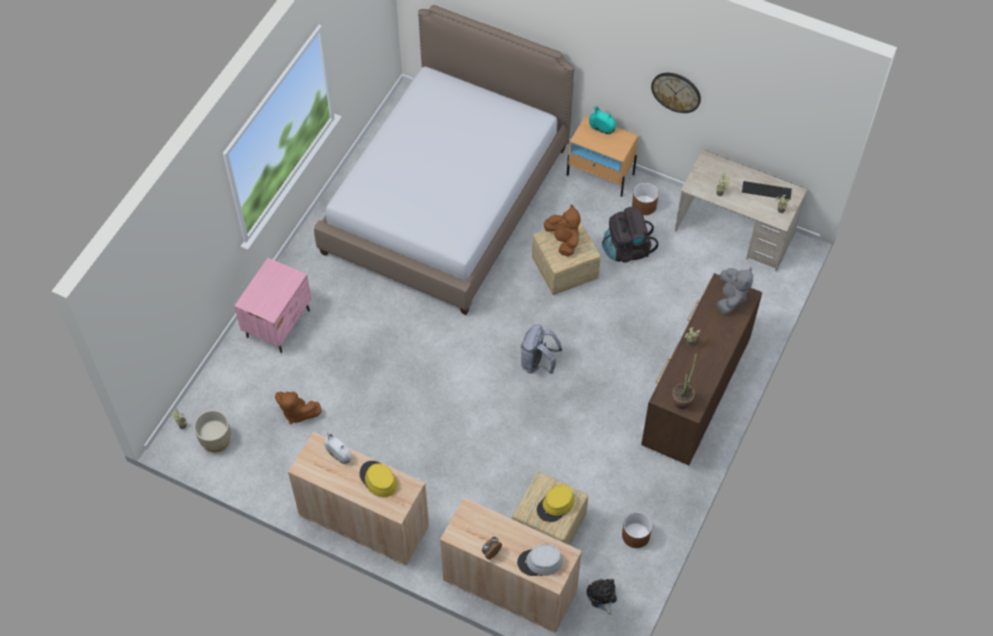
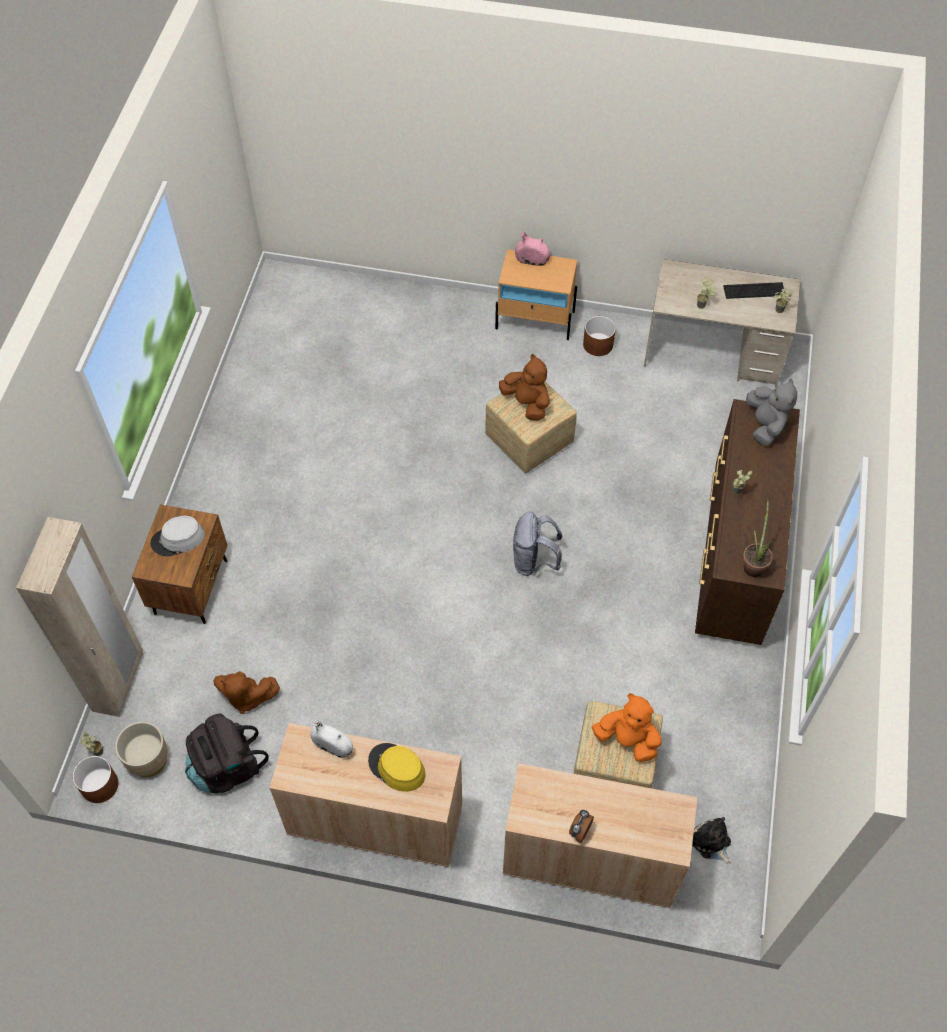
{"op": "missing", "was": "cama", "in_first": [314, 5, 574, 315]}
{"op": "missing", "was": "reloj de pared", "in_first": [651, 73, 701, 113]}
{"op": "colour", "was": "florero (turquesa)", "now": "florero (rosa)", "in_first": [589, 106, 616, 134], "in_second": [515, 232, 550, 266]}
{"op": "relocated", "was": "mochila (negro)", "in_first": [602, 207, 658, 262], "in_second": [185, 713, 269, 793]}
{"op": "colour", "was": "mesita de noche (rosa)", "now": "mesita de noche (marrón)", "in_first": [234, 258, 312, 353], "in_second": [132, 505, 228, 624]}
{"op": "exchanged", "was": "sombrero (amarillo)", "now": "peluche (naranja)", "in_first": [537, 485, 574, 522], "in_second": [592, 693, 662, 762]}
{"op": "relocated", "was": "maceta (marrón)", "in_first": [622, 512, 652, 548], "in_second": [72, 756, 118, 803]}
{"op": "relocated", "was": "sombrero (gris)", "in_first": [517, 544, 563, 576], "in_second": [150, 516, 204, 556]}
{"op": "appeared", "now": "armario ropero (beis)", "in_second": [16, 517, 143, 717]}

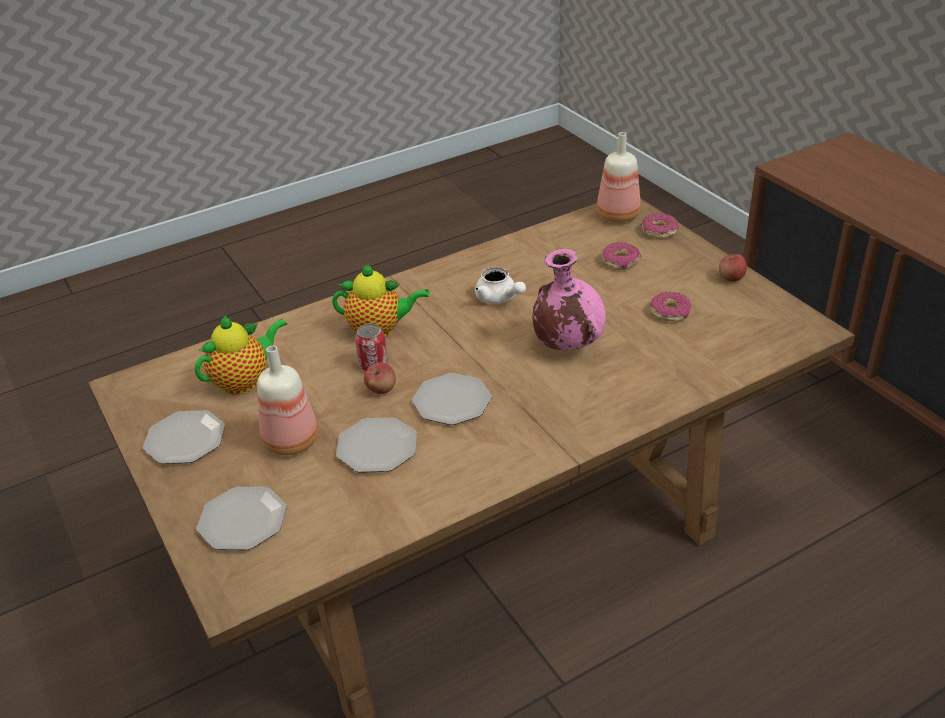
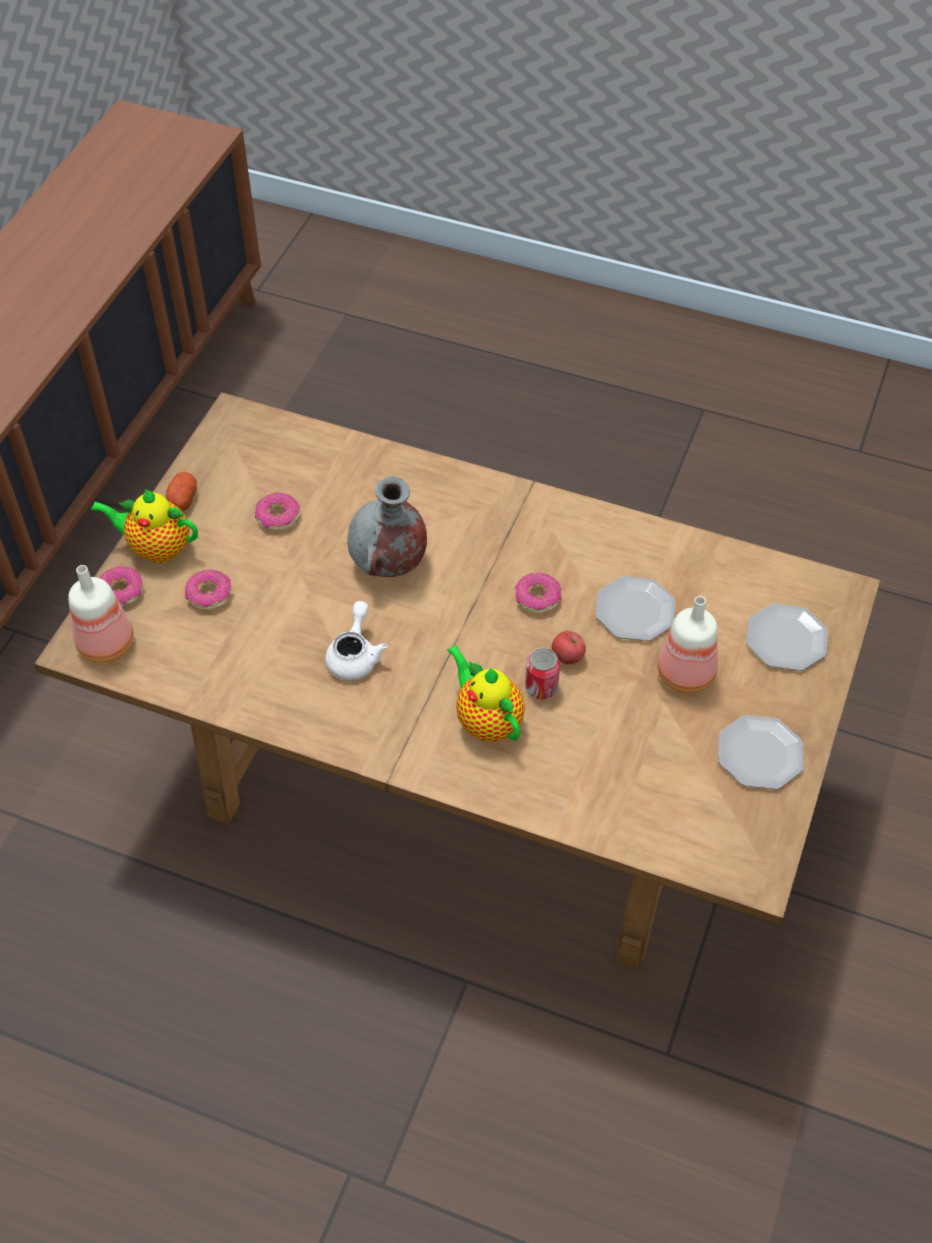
{"op": "colour", "was": "florero (rosa)", "now": "florero (gris)", "in_first": [533, 249, 606, 350], "in_second": [347, 476, 427, 577]}
{"op": "exchanged", "was": "manzana", "now": "patata", "in_first": [719, 254, 747, 282], "in_second": [166, 472, 197, 511]}
{"op": "relocated", "was": "tetera", "in_first": [195, 314, 287, 394], "in_second": [90, 489, 198, 563]}
{"op": "exchanged", "was": "plato", "now": "rosquilla", "in_first": [412, 373, 492, 425], "in_second": [515, 572, 561, 613]}

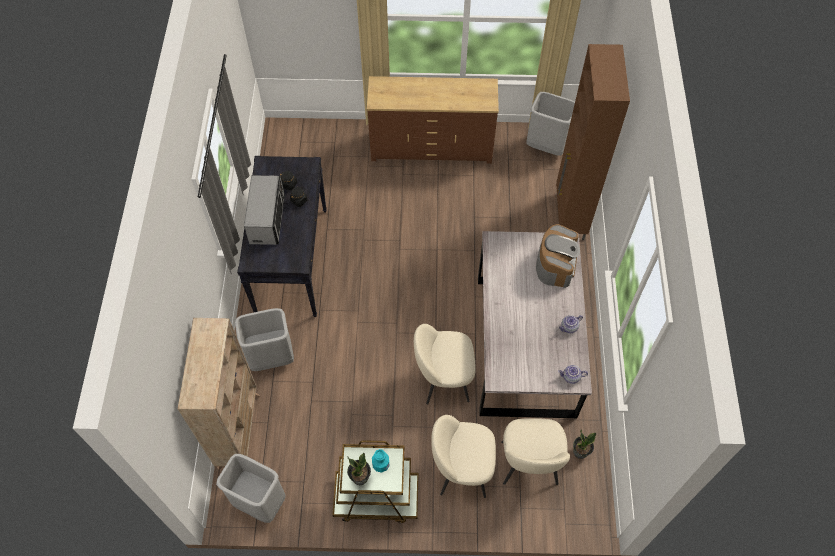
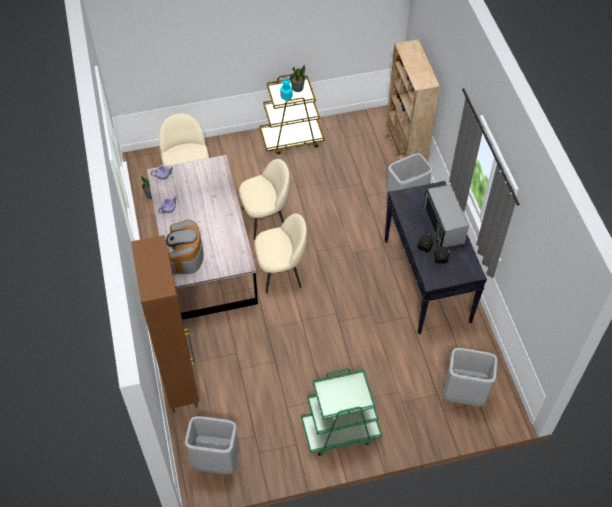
{"op": "exchanged", "was": "cómoda (marrón)", "now": "carrito (verde)", "in_first": [367, 76, 499, 164], "in_second": [301, 368, 382, 456]}
{"op": "relocated", "was": "silla (beis)", "in_first": [431, 415, 496, 498], "in_second": [255, 214, 307, 294]}
{"op": "relocated", "was": "papelera (gris)", "in_first": [216, 454, 286, 523], "in_second": [444, 348, 498, 406]}

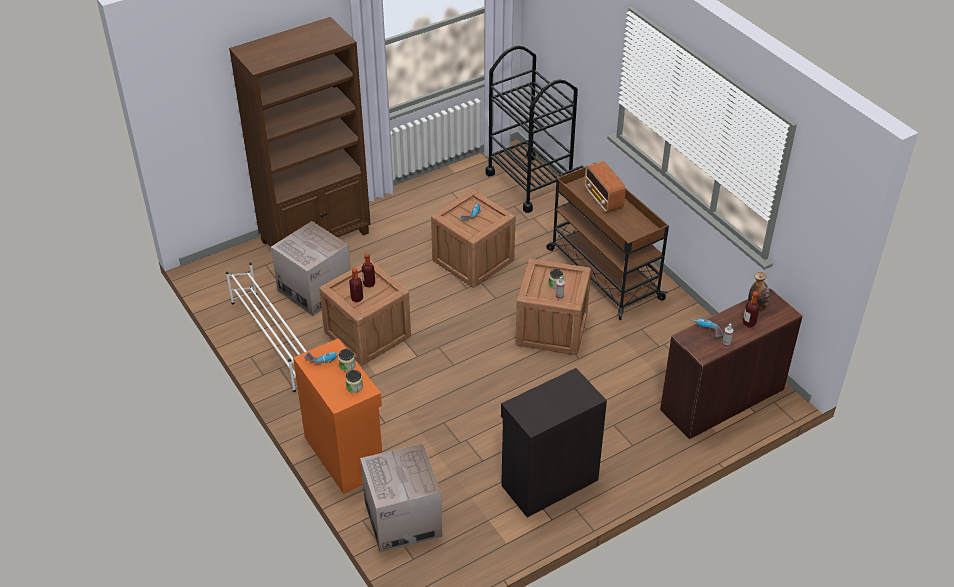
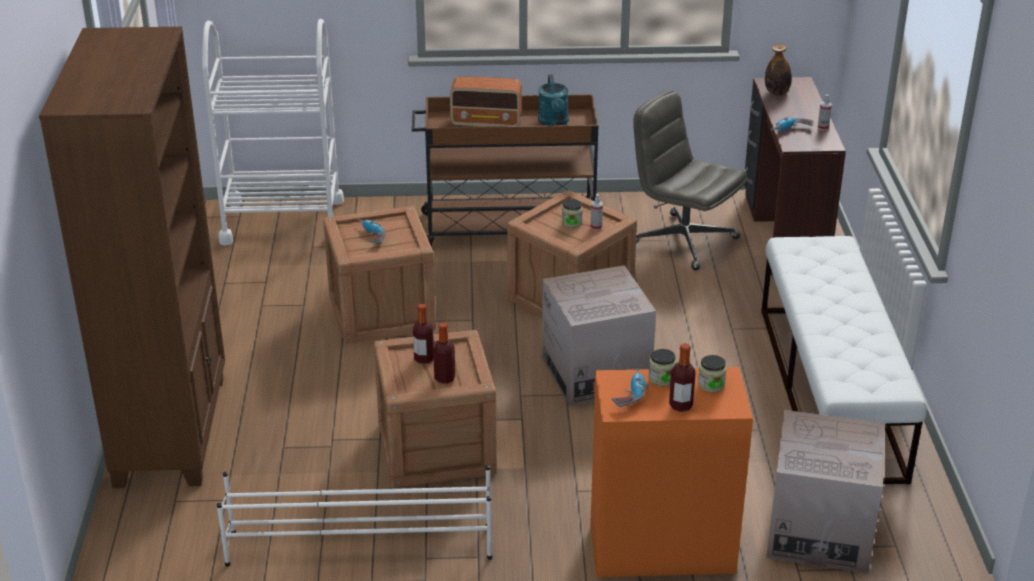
{"op": "colour", "was": "carrito (negro)", "now": "carrito (blanco)", "in_first": [486, 46, 578, 213], "in_second": [202, 19, 344, 246]}
{"op": "relocated", "was": "caja de cartón", "in_first": [271, 221, 351, 316], "in_second": [542, 265, 656, 407]}
{"op": "relocated", "was": "botella", "in_first": [743, 291, 760, 328], "in_second": [669, 343, 696, 412]}
{"op": "exchanged", "was": "armario (negro)", "now": "banco (blanco)", "in_first": [501, 368, 607, 517], "in_second": [761, 236, 927, 484]}
{"op": "appeared", "now": "regadera (turquesa)", "in_second": [538, 74, 569, 126]}
{"op": "appeared", "now": "silla de oficina (gris)", "in_second": [633, 90, 747, 270]}

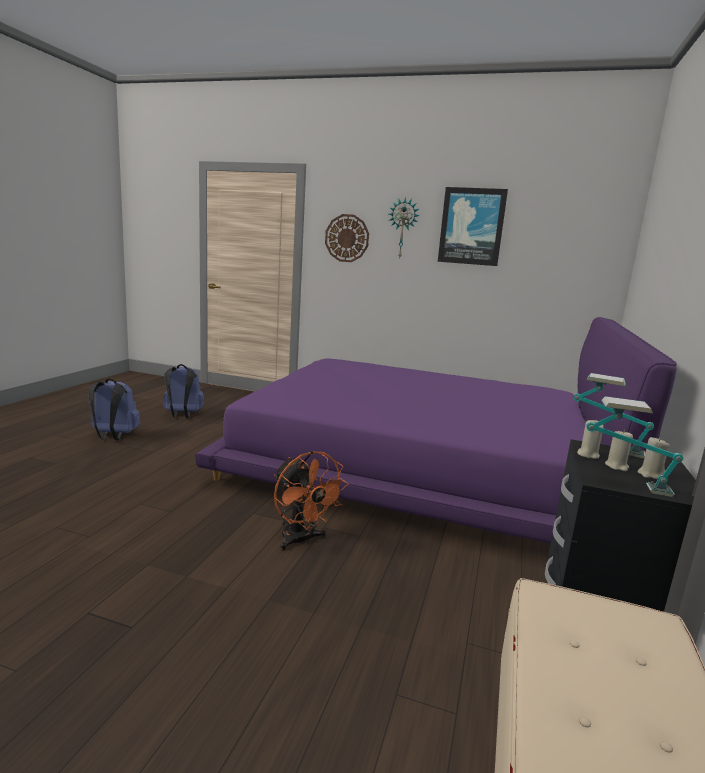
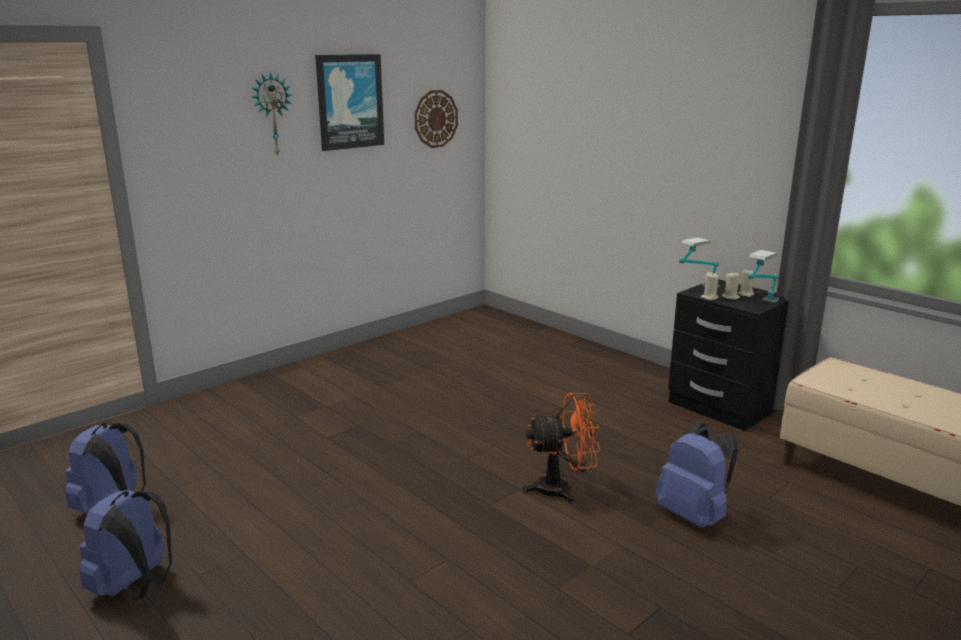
{"op": "relocated", "was": "reloj de pared", "in_first": [325, 214, 369, 262], "in_second": [414, 90, 458, 148]}
{"op": "missing", "was": "cama (morado)", "in_first": [195, 317, 677, 544]}
{"op": "appeared", "now": "mochila (azul)", "in_second": [656, 423, 738, 528]}

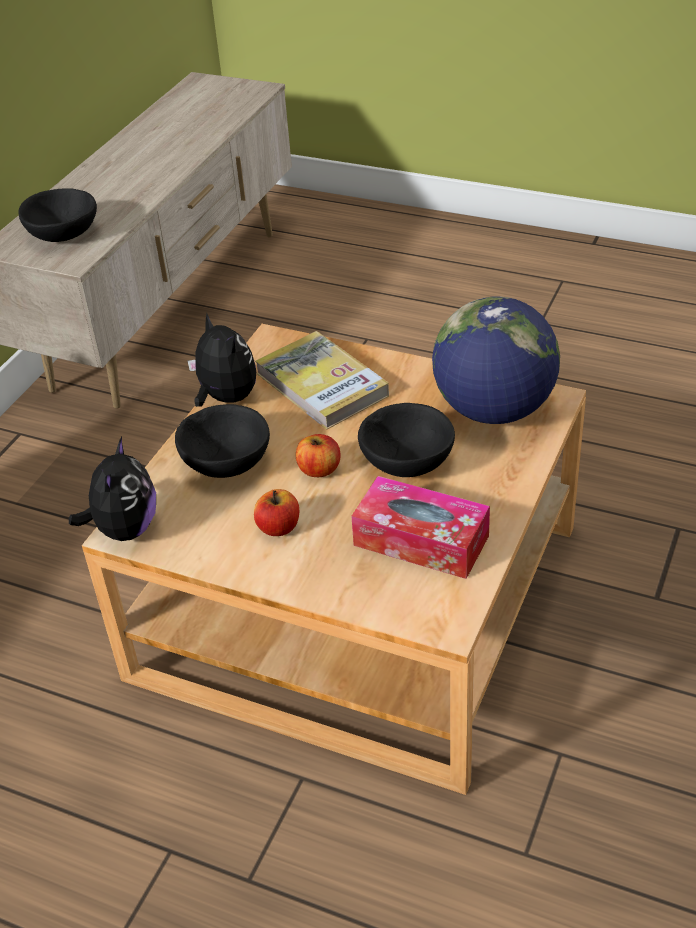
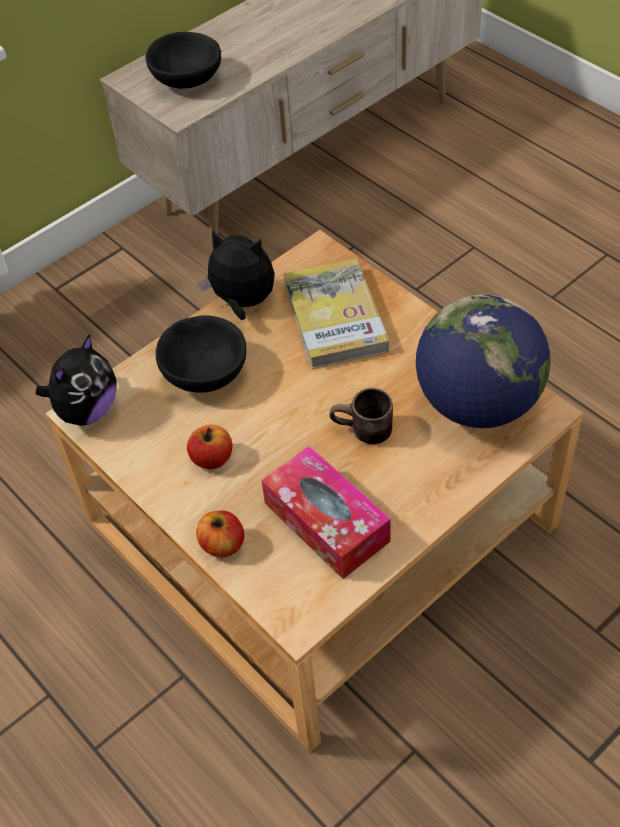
{"op": "spun", "was": "peluche", "in_first": [188, 314, 256, 407], "in_second": [197, 230, 275, 320], "clockwise": -60}
{"op": "exchanged", "was": "cuenco (negro)", "now": "taza grande (marrón)", "in_first": [358, 403, 455, 477], "in_second": [329, 388, 393, 444]}
{"op": "relocated", "was": "manzana", "in_first": [296, 434, 341, 477], "in_second": [196, 511, 244, 557]}

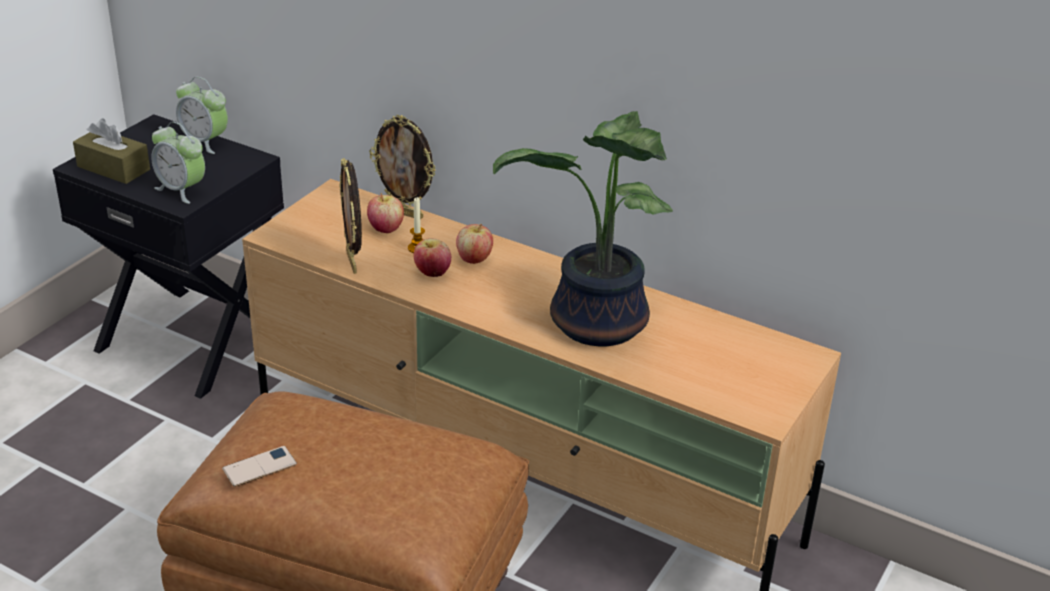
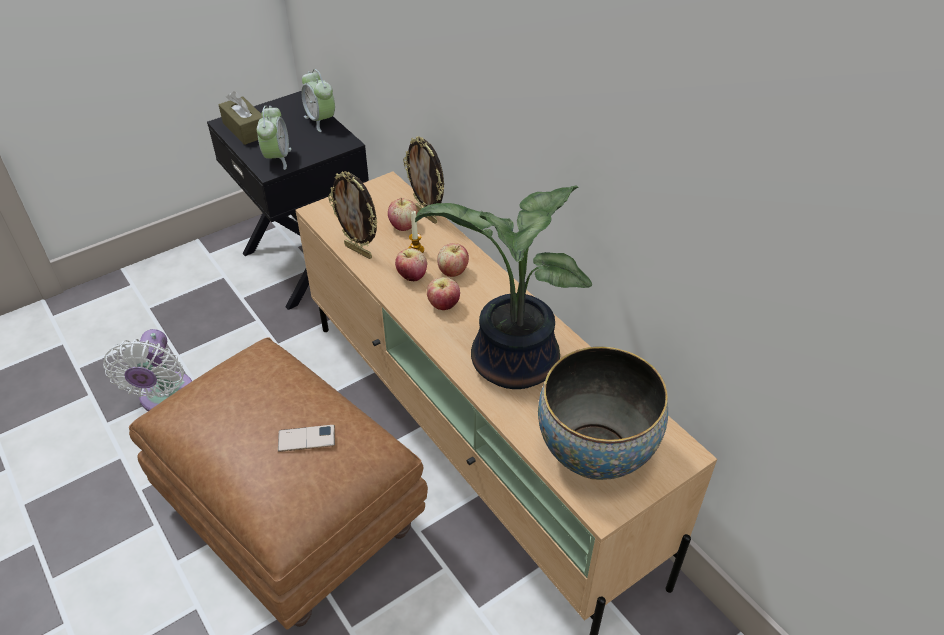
{"op": "spun", "was": "despertador", "in_first": [151, 122, 205, 204], "in_second": [257, 106, 291, 170], "clockwise": -150}
{"op": "spun", "was": "portarretratos", "in_first": [340, 158, 362, 274], "in_second": [328, 171, 378, 259], "clockwise": -60}
{"op": "relocated", "was": "móvil", "in_first": [222, 446, 297, 487], "in_second": [278, 425, 335, 452]}
{"op": "appeared", "now": "manzana", "in_second": [427, 277, 460, 310]}
{"op": "appeared", "now": "ventilador (blanco)", "in_second": [103, 329, 192, 411]}
{"op": "appeared", "now": "cuenco", "in_second": [538, 347, 668, 480]}

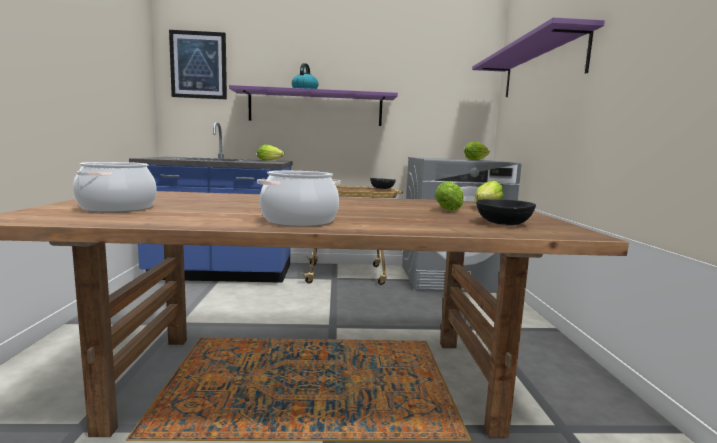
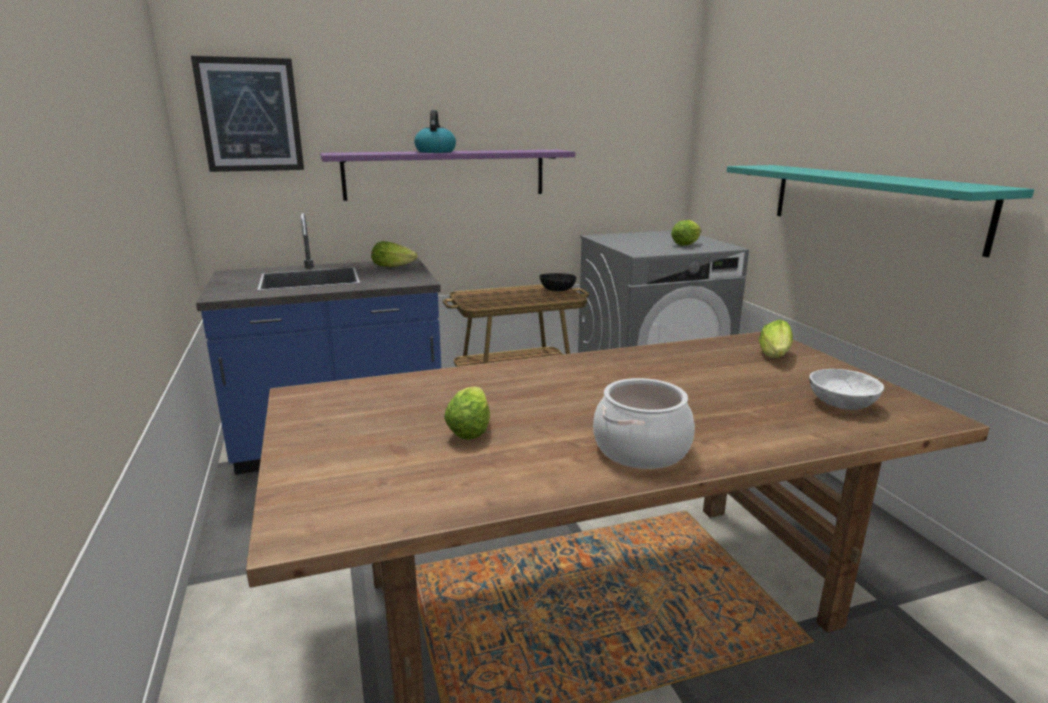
{"op": "missing", "was": "estante (morado)", "in_first": [472, 17, 605, 97]}
{"op": "missing", "was": "olla", "in_first": [73, 162, 157, 212]}
{"op": "relocated", "was": "lechuga", "in_first": [435, 181, 464, 211], "in_second": [444, 386, 490, 440]}
{"op": "colour", "was": "cuenco (negro)", "now": "cuenco (blanco)", "in_first": [476, 199, 536, 225], "in_second": [809, 369, 884, 410]}
{"op": "appeared", "now": "estante (turquesa)", "in_second": [727, 165, 1034, 257]}

